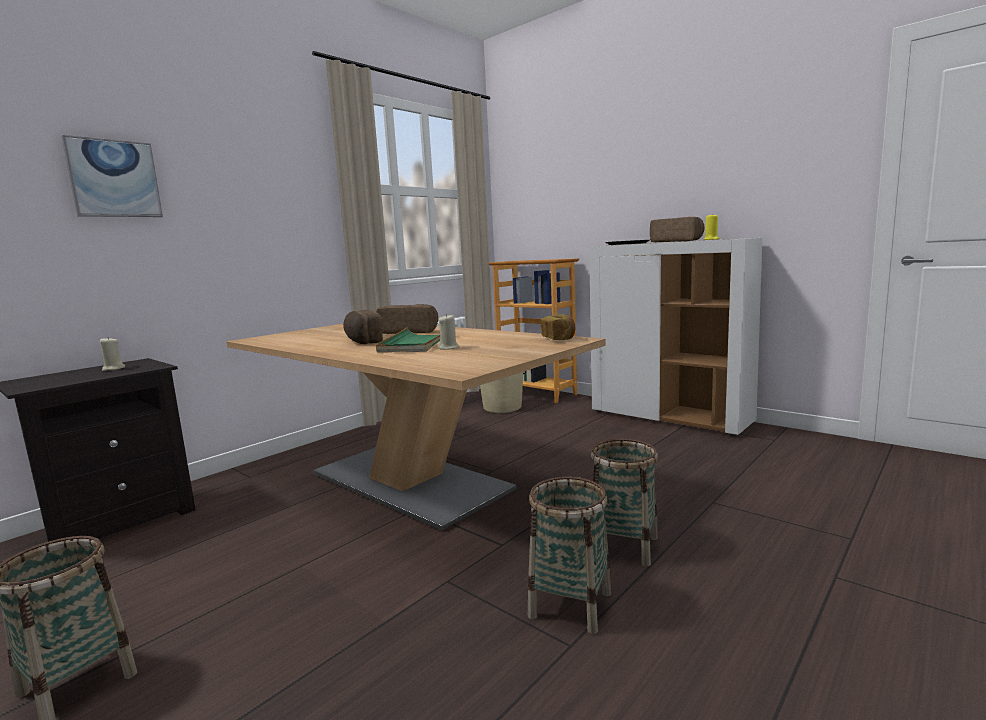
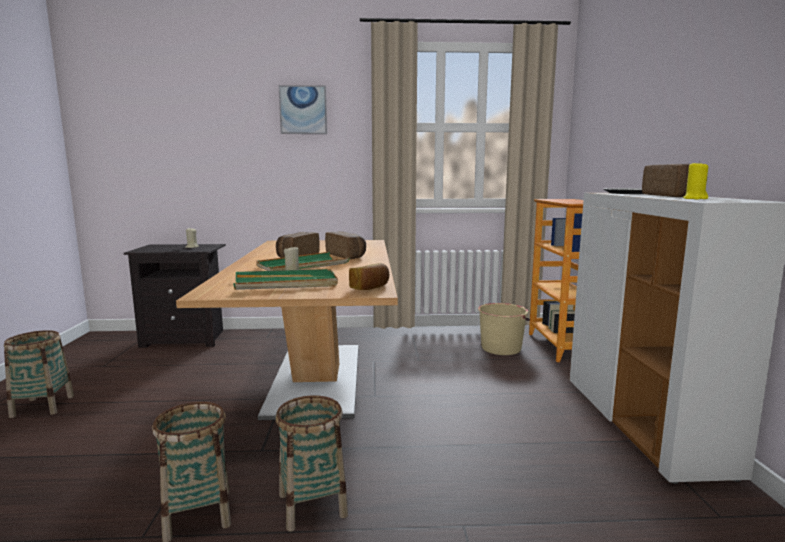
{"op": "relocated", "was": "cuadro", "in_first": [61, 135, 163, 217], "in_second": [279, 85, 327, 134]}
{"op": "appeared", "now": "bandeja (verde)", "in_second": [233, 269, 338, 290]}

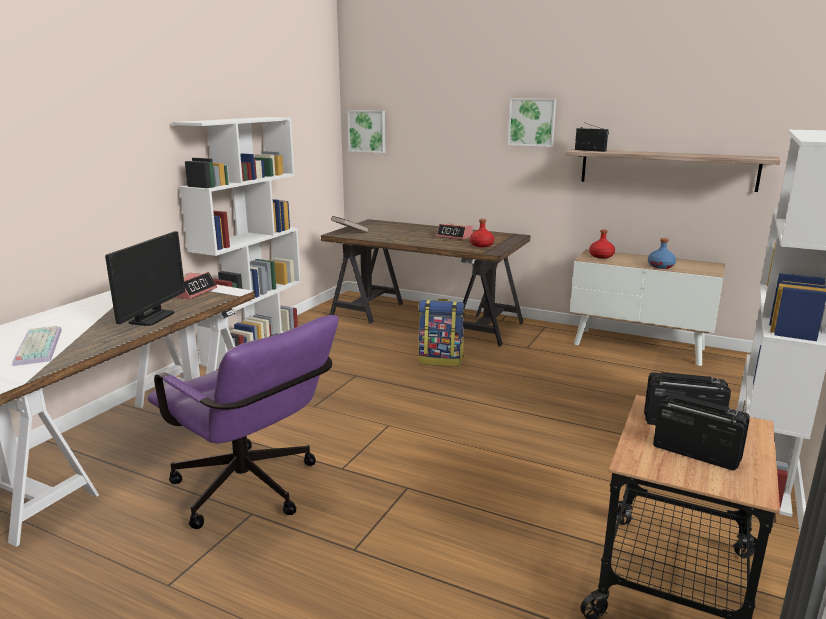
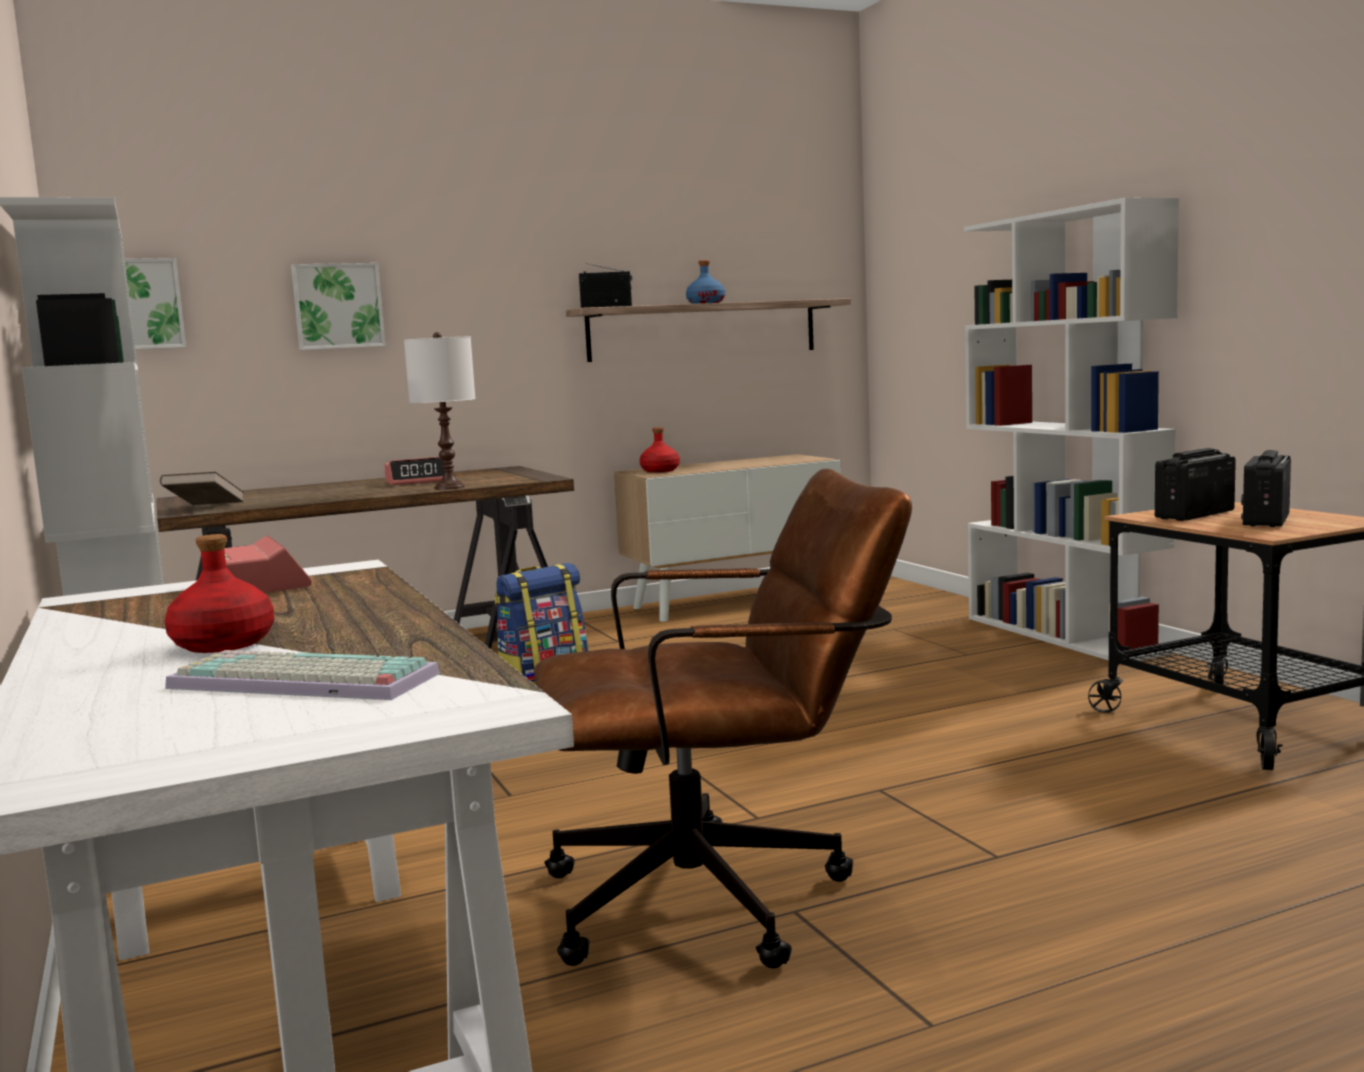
{"op": "relocated", "was": "cuadro", "in_first": [508, 98, 556, 147], "in_second": [291, 263, 385, 350]}
{"op": "relocated", "was": "botella (rojo)", "in_first": [470, 219, 494, 247], "in_second": [164, 534, 274, 653]}
{"op": "missing", "was": "monitor", "in_first": [105, 231, 185, 326]}
{"op": "relocated", "was": "botella (azul)", "in_first": [648, 238, 676, 269], "in_second": [686, 260, 725, 304]}
{"op": "colour", "was": "silla de oficina (morado)", "now": "silla de oficina (marrón)", "in_first": [147, 315, 338, 529], "in_second": [534, 469, 912, 968]}
{"op": "spun", "was": "radio", "in_first": [653, 393, 750, 471], "in_second": [1241, 450, 1291, 527], "clockwise": -45}
{"op": "appeared", "now": "lámpara de mesa (blanco)", "in_second": [404, 332, 475, 490]}

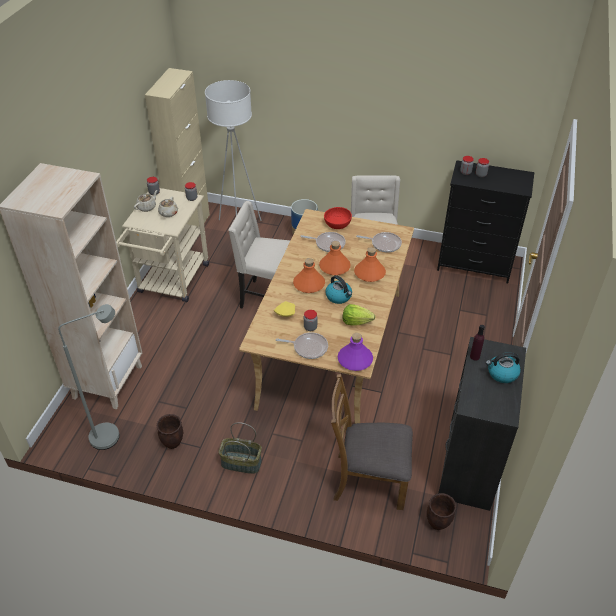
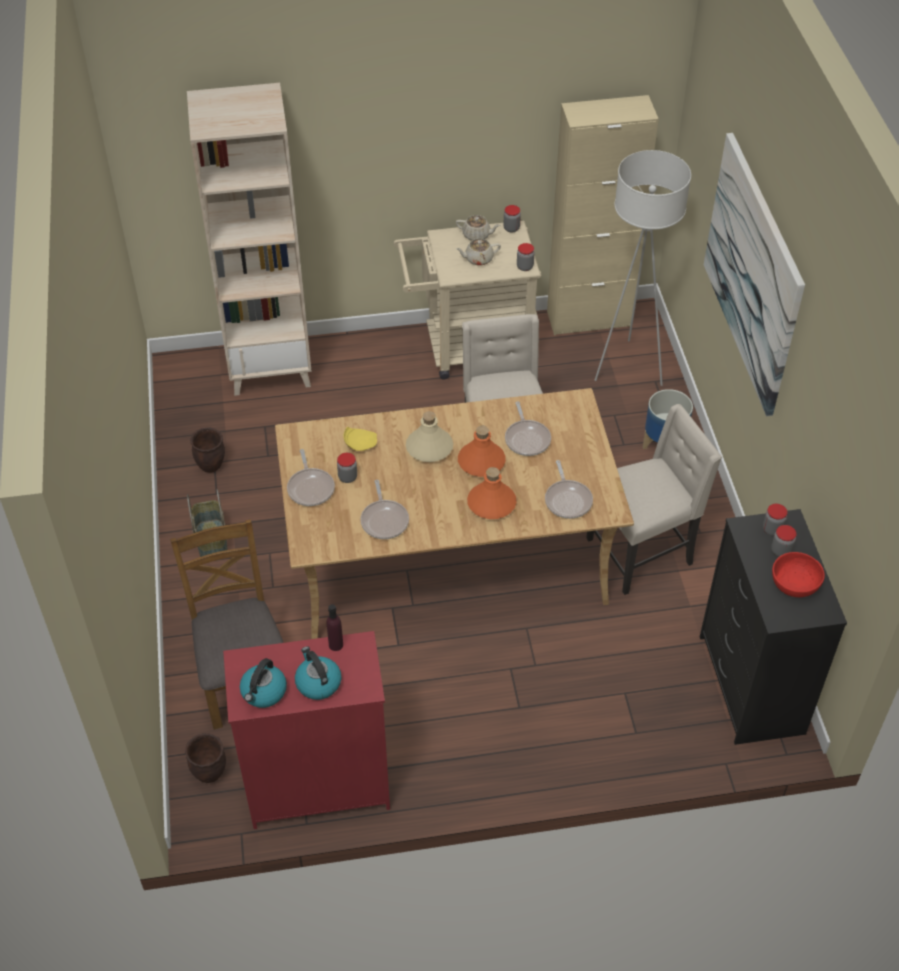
{"op": "relocated", "was": "cuenco (rojo)", "in_first": [324, 207, 352, 229], "in_second": [772, 552, 825, 597]}
{"op": "colour", "was": "botella (naranja)", "now": "botella (beis)", "in_first": [293, 258, 325, 293], "in_second": [406, 411, 453, 462]}
{"op": "relocated", "was": "hervidor", "in_first": [325, 275, 352, 304], "in_second": [240, 658, 287, 708]}
{"op": "missing", "was": "lámpara de pie (gris)", "in_first": [58, 304, 120, 450]}
{"op": "exchanged", "was": "lechuga", "now": "sartén", "in_first": [342, 304, 375, 326], "in_second": [360, 480, 409, 539]}
{"op": "missing", "was": "botella (morado)", "in_first": [338, 333, 373, 371]}
{"op": "colour", "was": "cómoda (negro)", "now": "cómoda (rojo)", "in_first": [438, 337, 526, 511], "in_second": [223, 631, 390, 829]}
{"op": "appeared", "now": "cuadro", "in_second": [704, 133, 805, 417]}

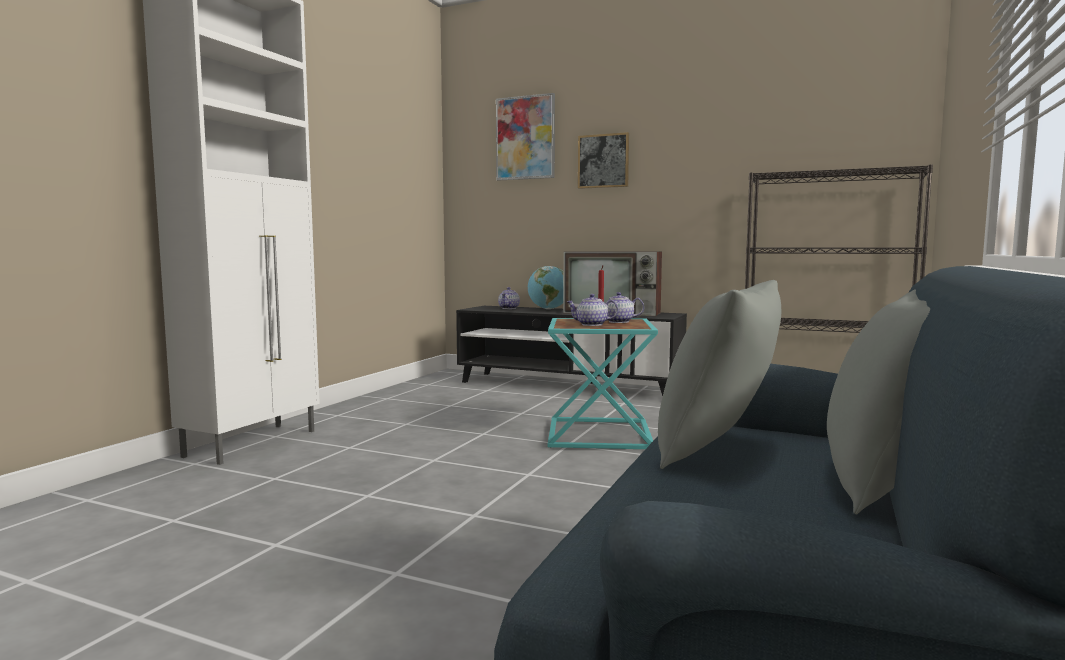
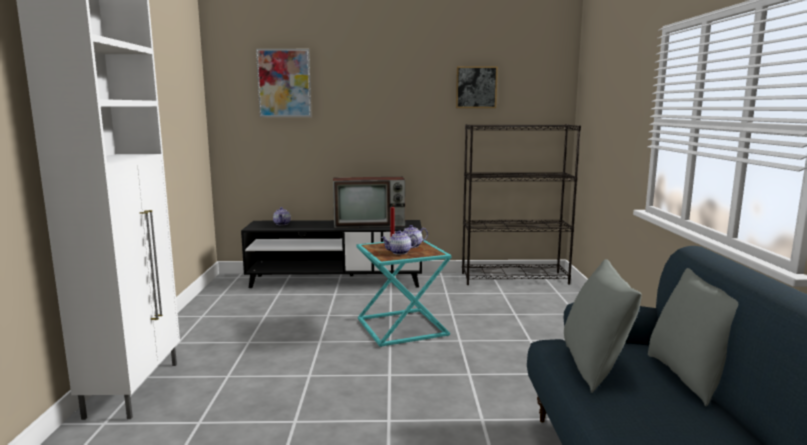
{"op": "relocated", "was": "cuadro", "in_first": [578, 132, 629, 189], "in_second": [456, 66, 498, 108]}
{"op": "missing", "was": "globo terráqueo", "in_first": [528, 266, 563, 309]}

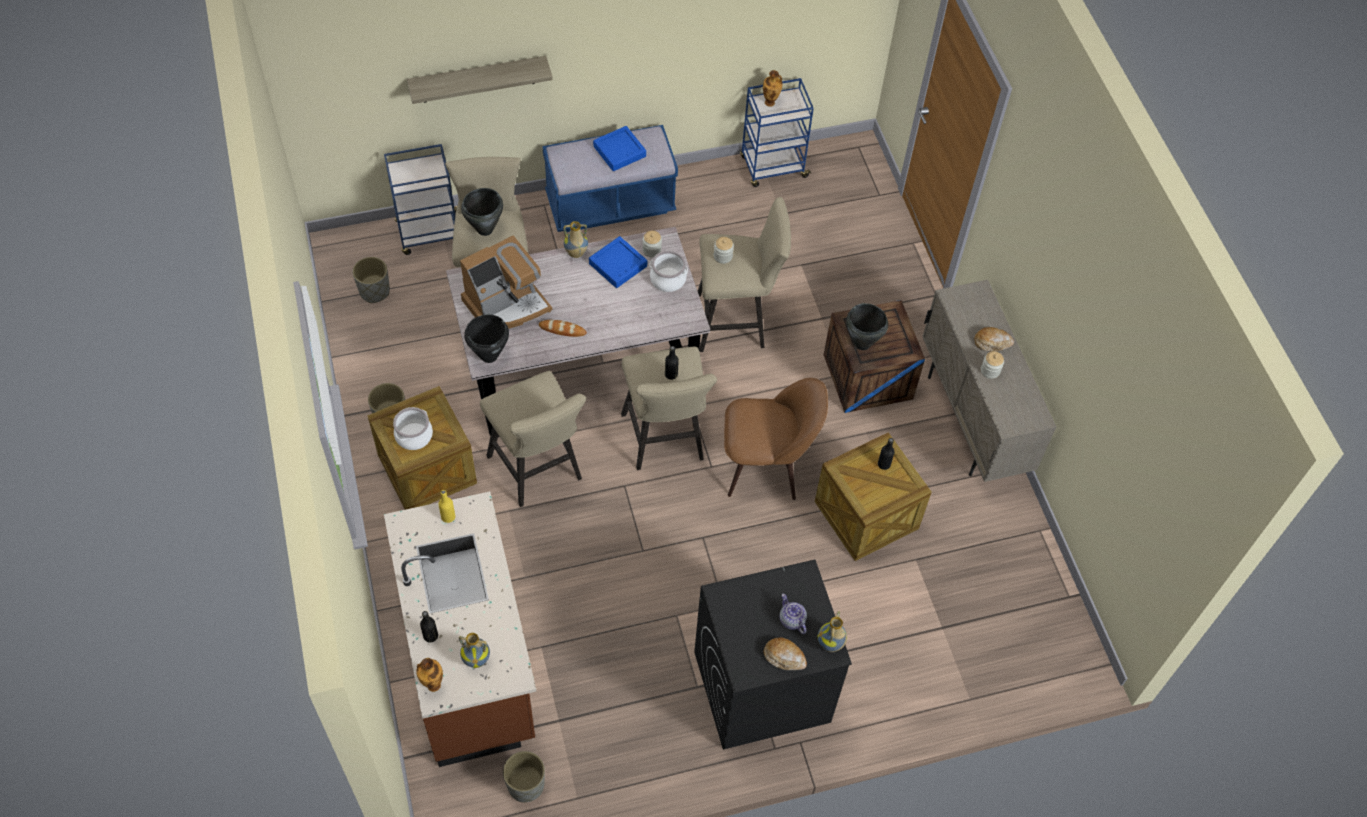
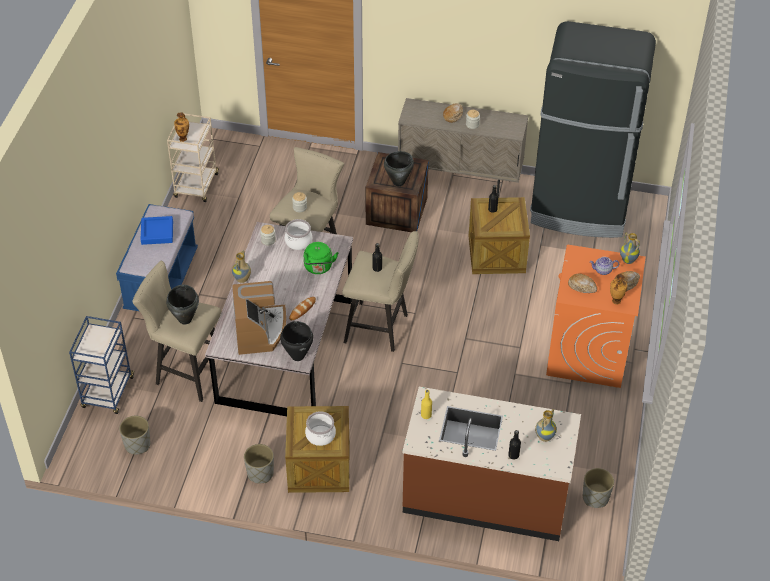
{"op": "missing", "was": "estante", "in_first": [407, 56, 553, 104]}
{"op": "colour", "was": "carrito (azul)", "now": "carrito (beis)", "in_first": [740, 78, 814, 187], "in_second": [167, 113, 219, 202]}
{"op": "missing", "was": "bandeja (azul)", "in_first": [589, 236, 647, 288]}
{"op": "missing", "was": "taburete (beis)", "in_first": [480, 371, 586, 507]}
{"op": "missing", "was": "silla (marrón)", "in_first": [724, 378, 828, 500]}
{"op": "colour", "was": "lavadora (negro)", "now": "lavadora (naranja)", "in_first": [694, 560, 852, 750], "in_second": [546, 245, 646, 388]}
{"op": "relocated", "was": "florero", "in_first": [416, 658, 443, 692], "in_second": [610, 274, 627, 304]}
{"op": "appeared", "now": "nevera (negro)", "in_second": [530, 21, 656, 238]}
{"op": "appeared", "now": "hervidor (verde)", "in_second": [304, 242, 338, 274]}
{"op": "appeared", "now": "pan", "in_second": [568, 274, 597, 293]}

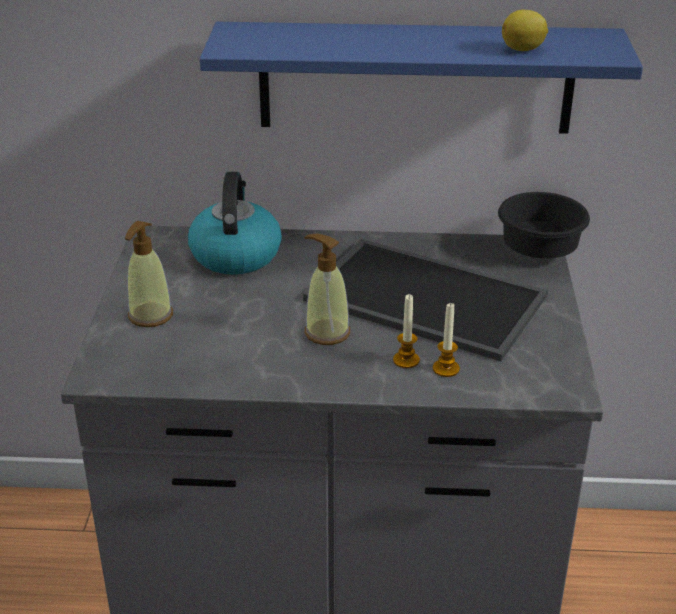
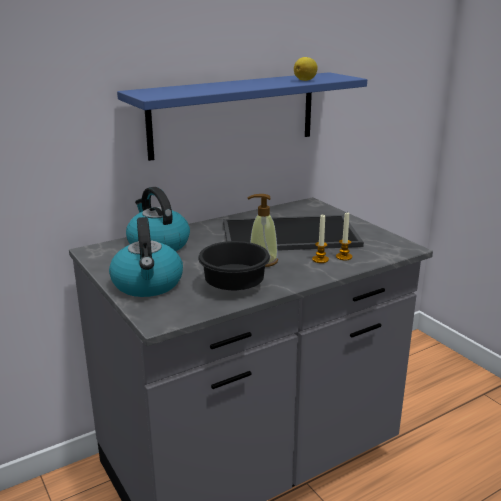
{"op": "relocated", "was": "cuenco (negro)", "in_first": [498, 192, 590, 259], "in_second": [198, 241, 270, 291]}
{"op": "exchanged", "was": "dispensador de jabón", "now": "hervidor", "in_first": [125, 221, 173, 327], "in_second": [109, 217, 183, 297]}

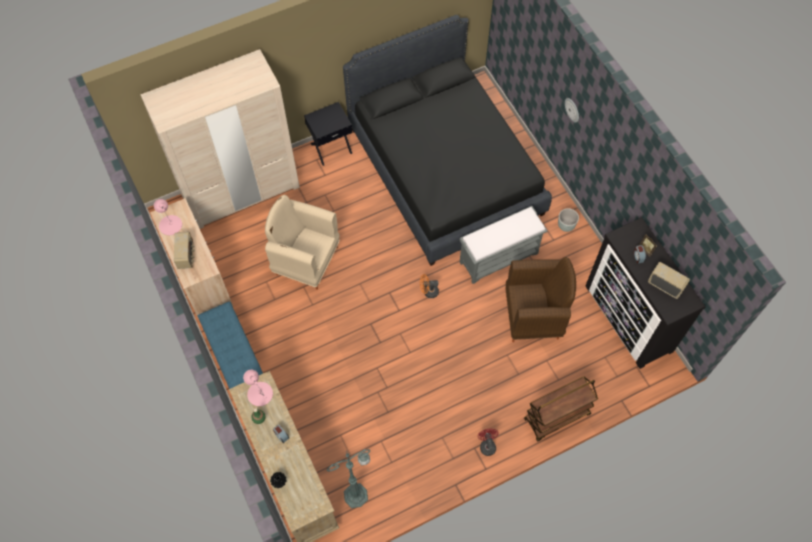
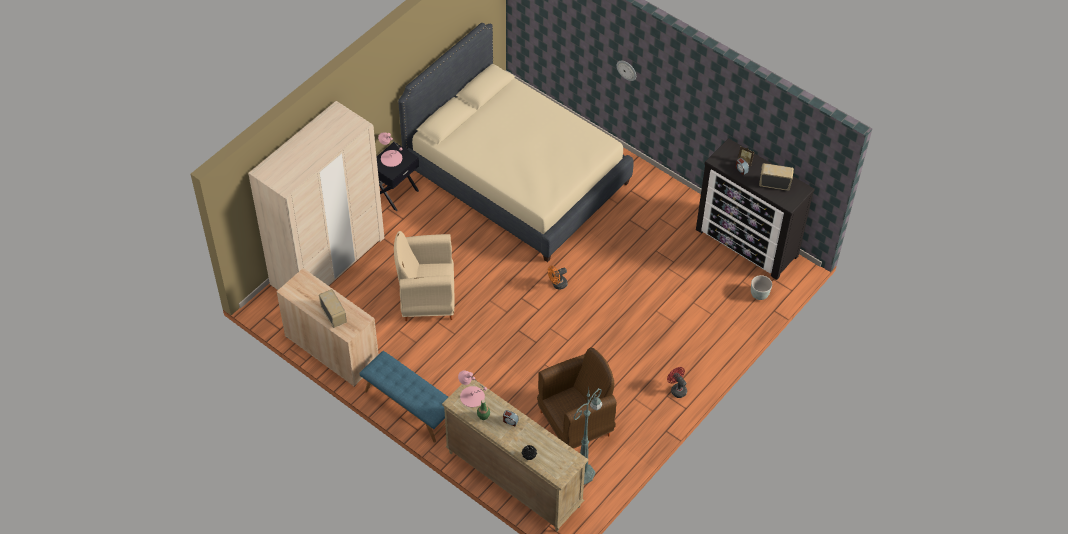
{"op": "colour", "was": "cama (negro)", "now": "cama (beis)", "in_first": [343, 15, 552, 266], "in_second": [398, 23, 634, 262]}
{"op": "relocated", "was": "lámpara de mesa (rosa)", "in_first": [154, 199, 182, 235], "in_second": [378, 133, 402, 167]}
{"op": "missing", "was": "banco (gris)", "in_first": [459, 206, 548, 284]}
{"op": "relocated", "was": "maceta (gris)", "in_first": [558, 208, 579, 232], "in_second": [751, 275, 772, 300]}
{"op": "relocated", "was": "sillón (marrón)", "in_first": [506, 257, 576, 342], "in_second": [537, 348, 617, 449]}
{"op": "missing", "was": "carrito (marrón)", "in_first": [524, 376, 598, 442]}

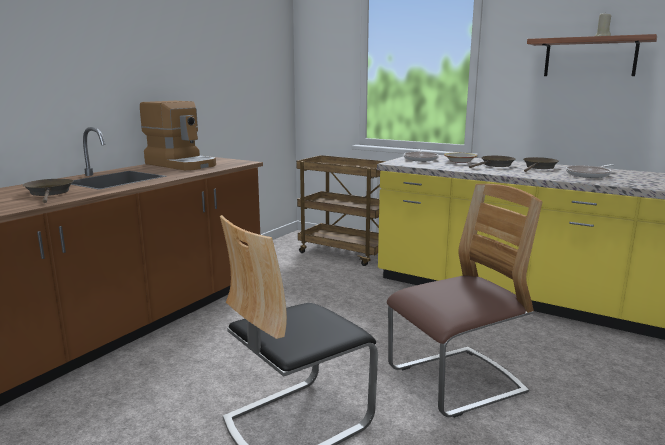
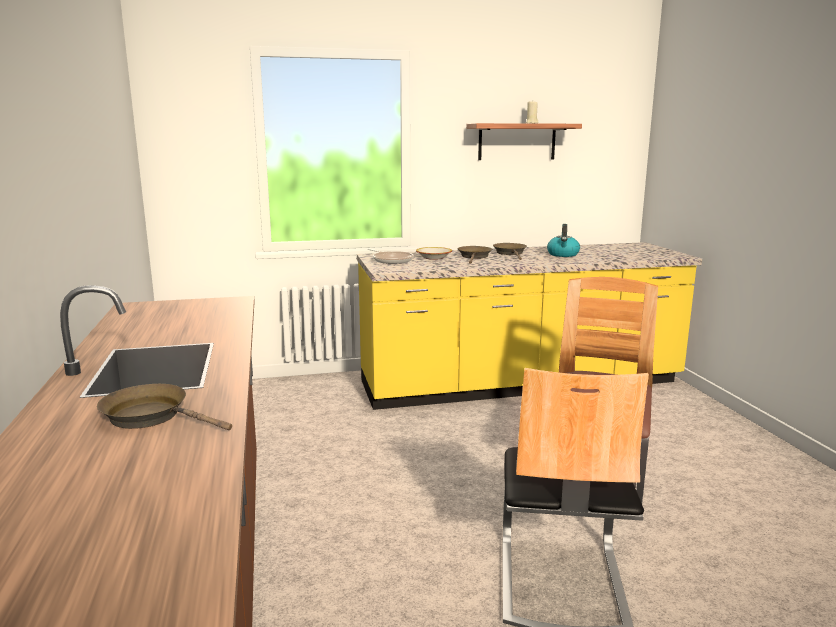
{"op": "missing", "was": "cafetera", "in_first": [140, 101, 216, 170]}
{"op": "missing", "was": "carrito (marrón)", "in_first": [296, 155, 386, 266]}
{"op": "exchanged", "was": "sartén", "now": "hervidor", "in_first": [566, 164, 614, 178], "in_second": [547, 224, 580, 257]}

